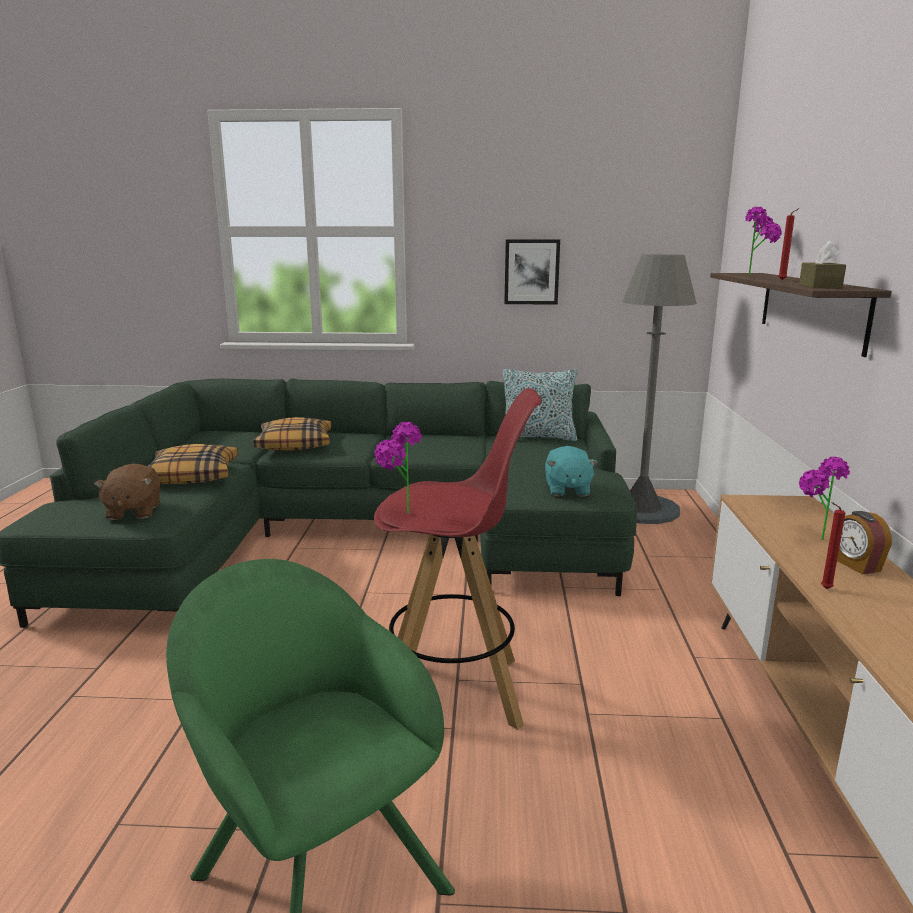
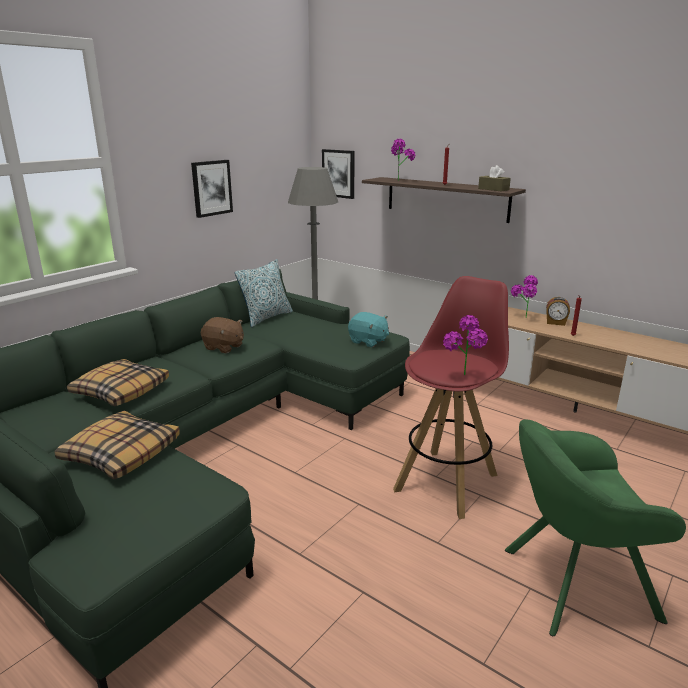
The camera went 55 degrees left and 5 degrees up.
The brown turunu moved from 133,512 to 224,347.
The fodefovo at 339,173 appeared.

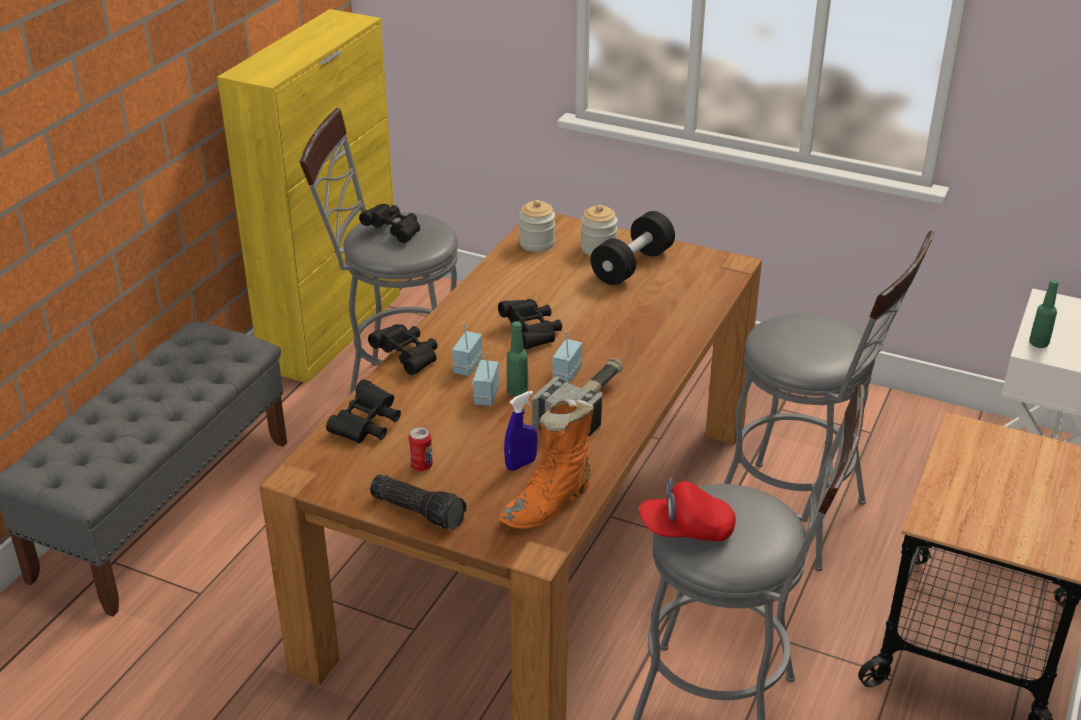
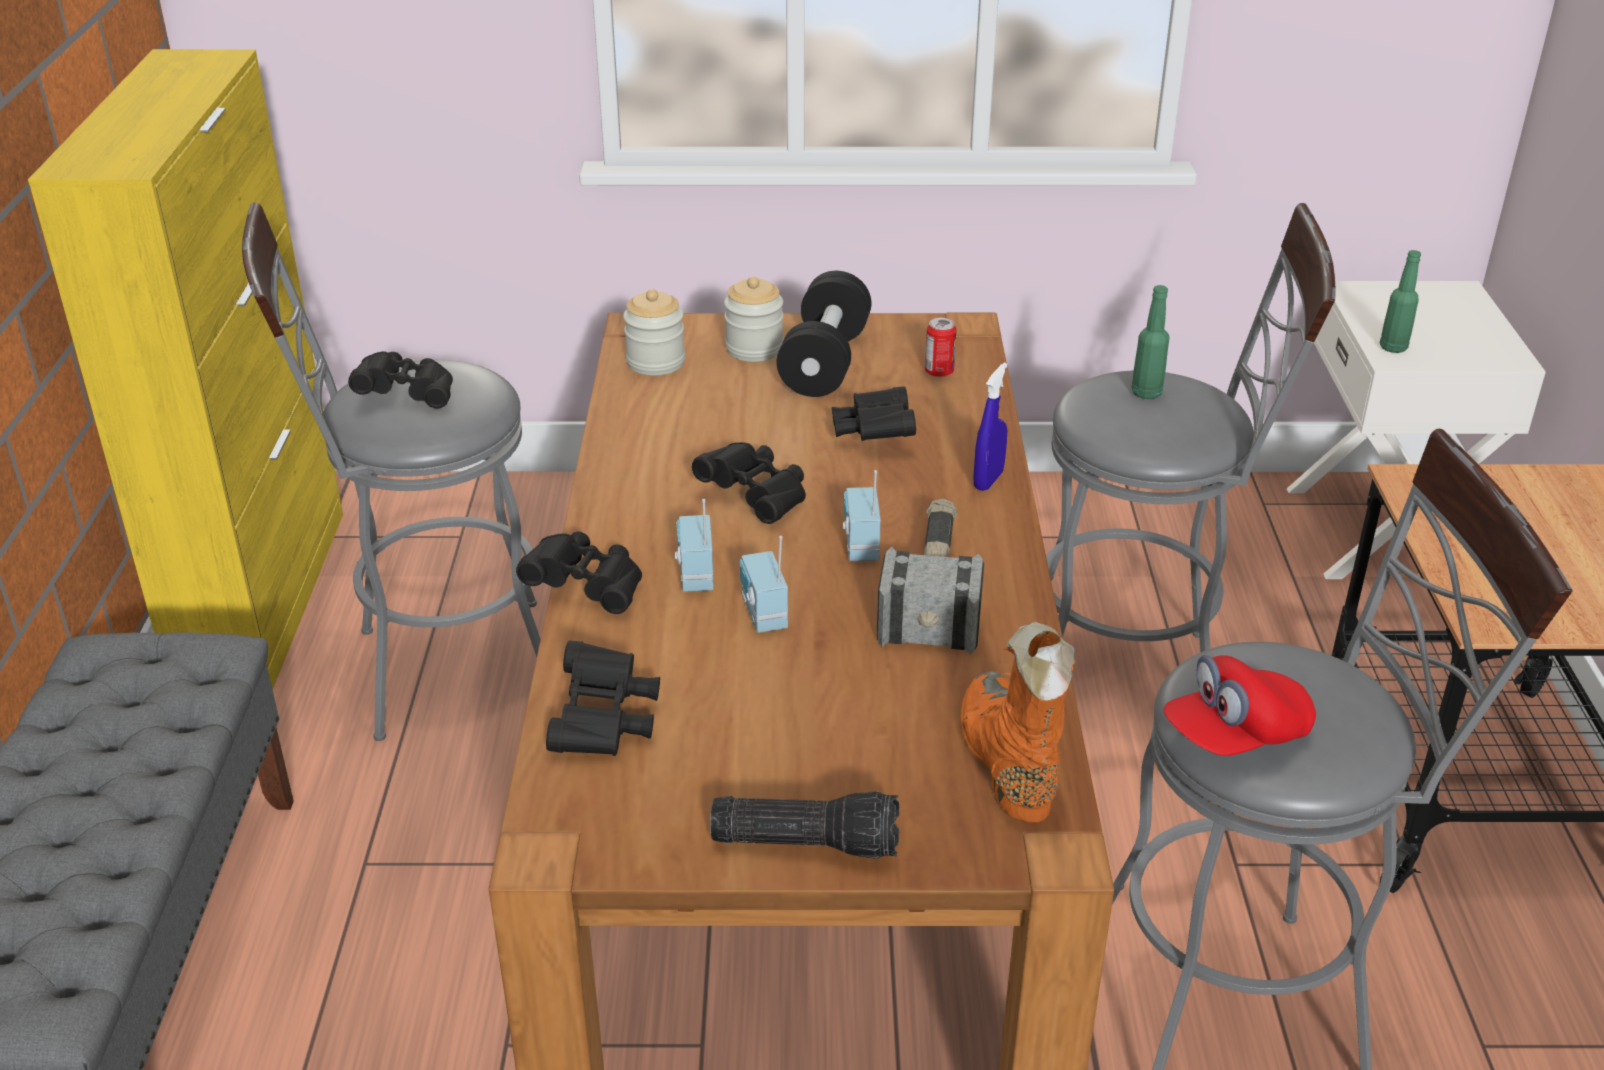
The camera went 25 degrees left and 0 degrees up.
The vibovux moved from 421,466 to 939,372.
The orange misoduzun at 549,504 turned 150 degrees clockwise.
The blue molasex moved from 521,464 to 988,480.
The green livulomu moved from 517,391 to 1146,393.
The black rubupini at 874,433 appeared.

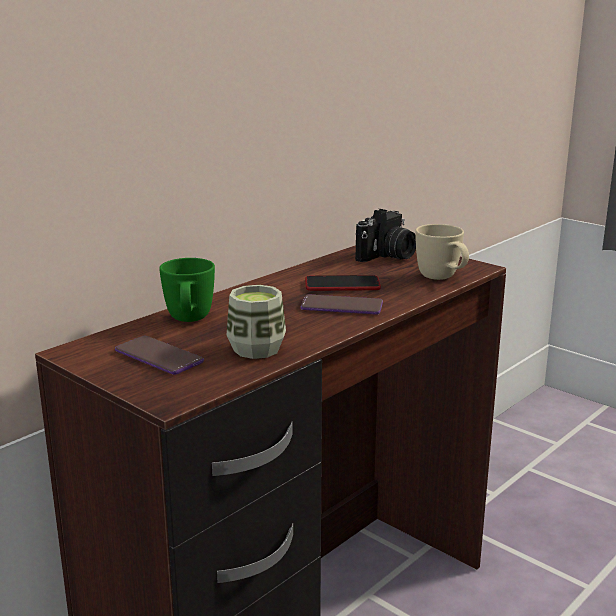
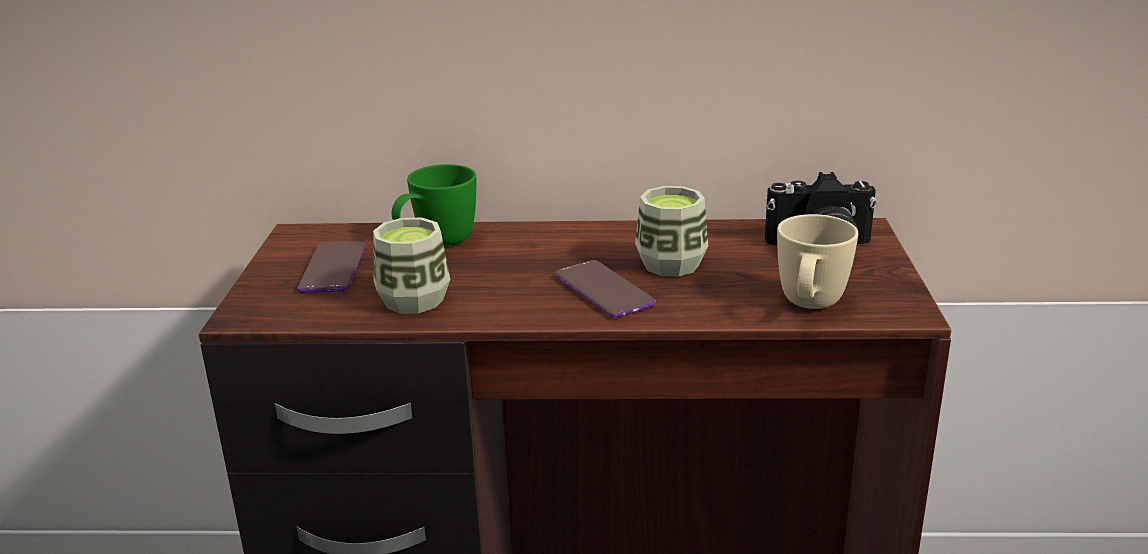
The camera went 50 degrees right and 5 degrees up.
The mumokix at 342,285 was replaced by the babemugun at 671,264.

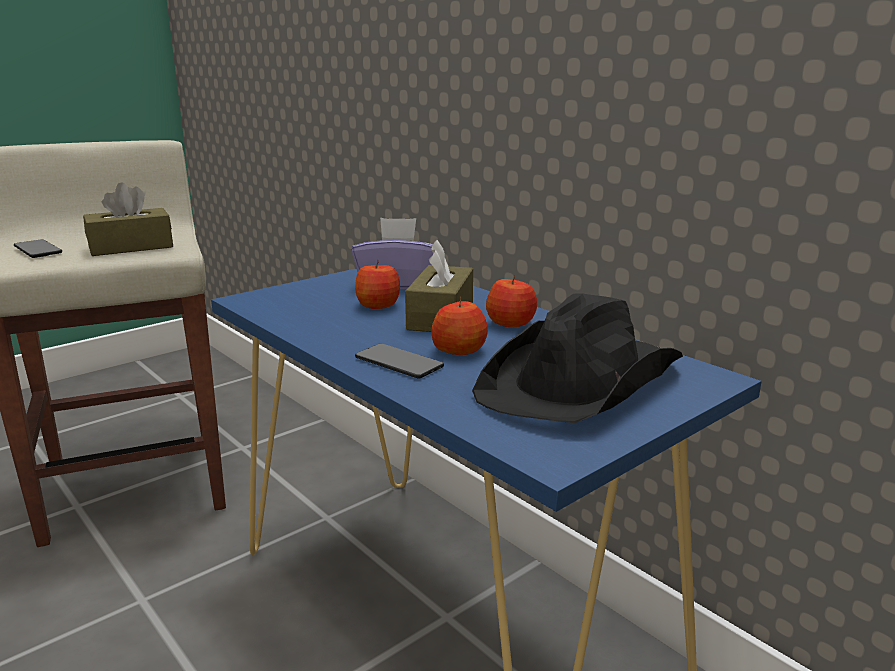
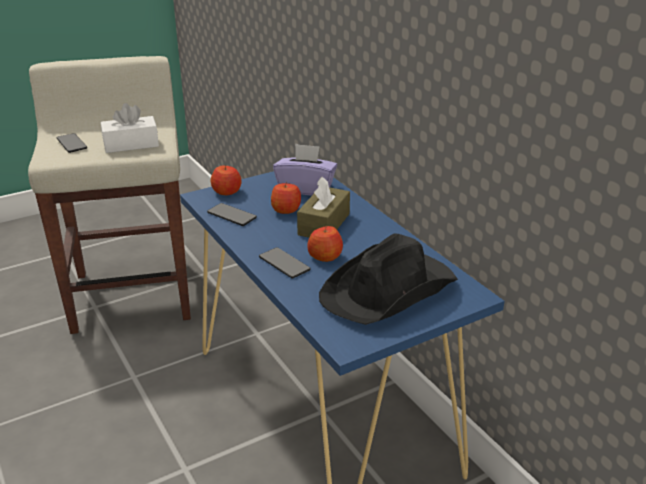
The camera went 10 degrees right and 10 degrees up.
The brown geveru at 131,247 became the white geveru at 131,144.
The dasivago moved from 511,323 to 227,192.
The mumokix at 231,215 appeared.

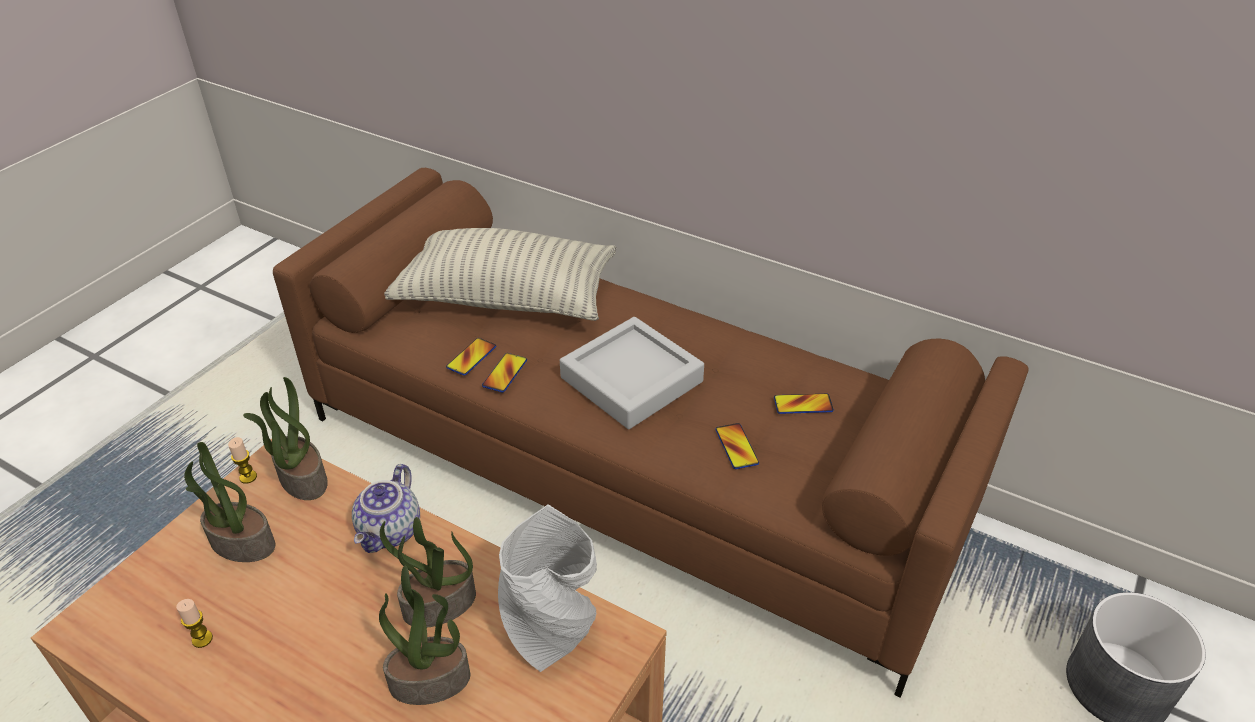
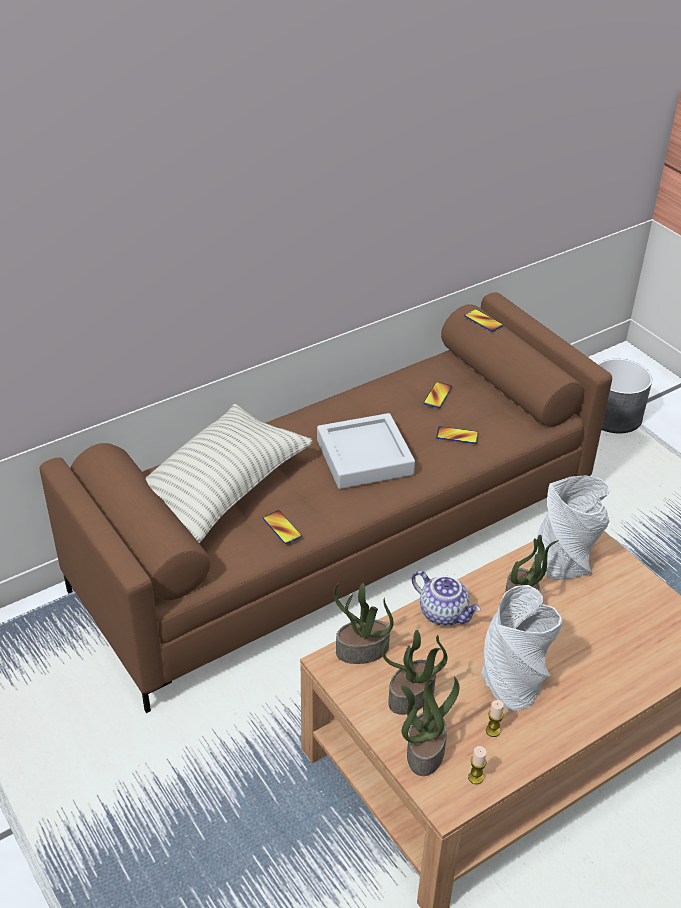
The camera went 65 degrees left and 0 degrees up.
The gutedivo moved from 248,477 to 475,777.
The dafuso moved from 431,680 to 424,750.
The mumokix moved from 505,373 to 483,321.
The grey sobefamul at 512,680 appeared.

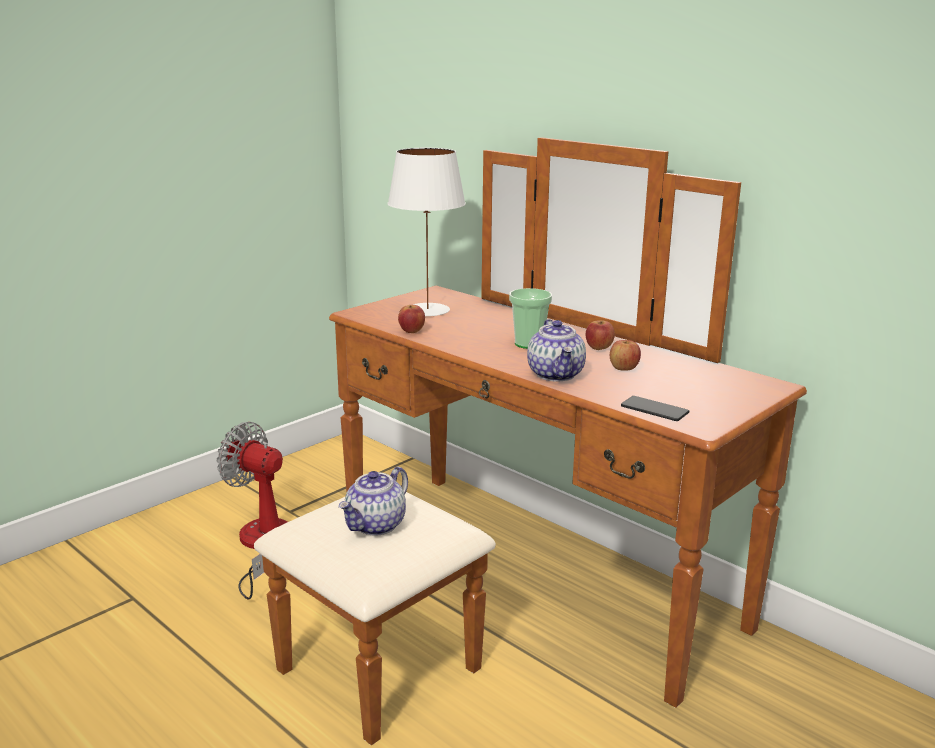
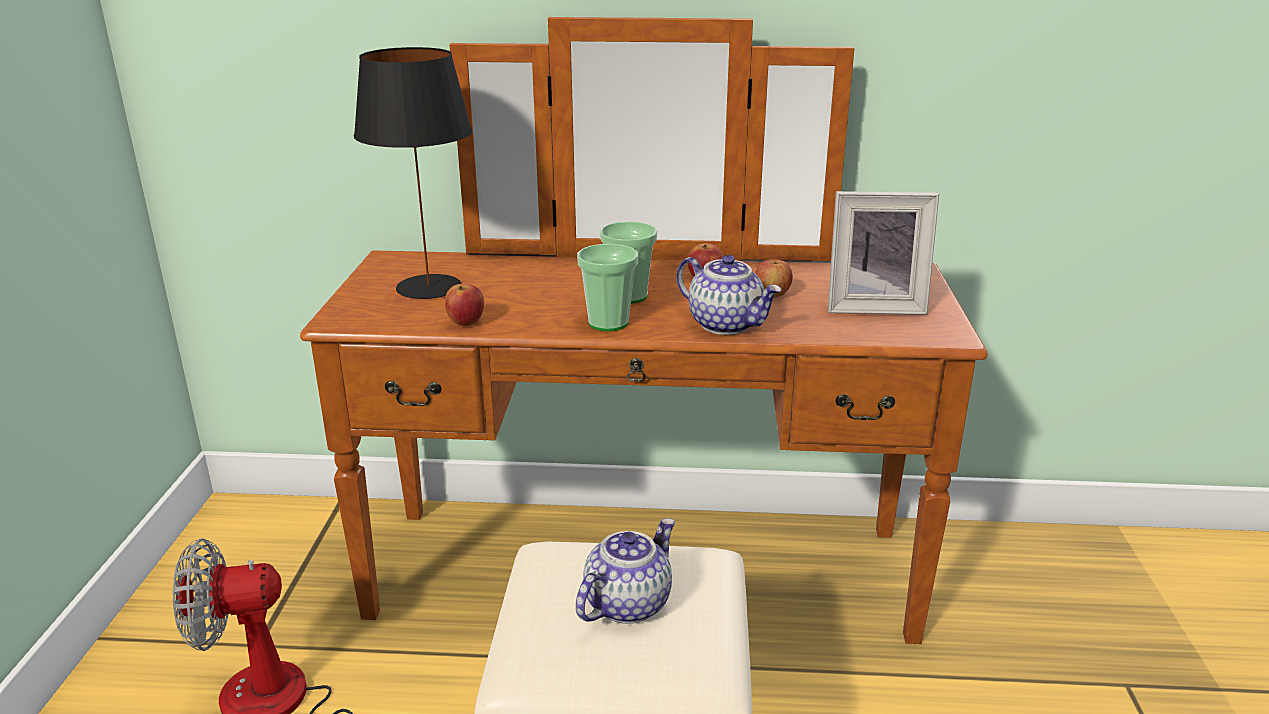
The camera went 40 degrees left and 5 degrees up.
The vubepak at 376,525 turned 135 degrees counterclockwise.
The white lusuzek at 428,310 became the black lusuzek at 430,287.
The mumokix at 654,410 disappeared.
The babemugun at 608,323 appeared.
The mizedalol at 874,306 appeared.

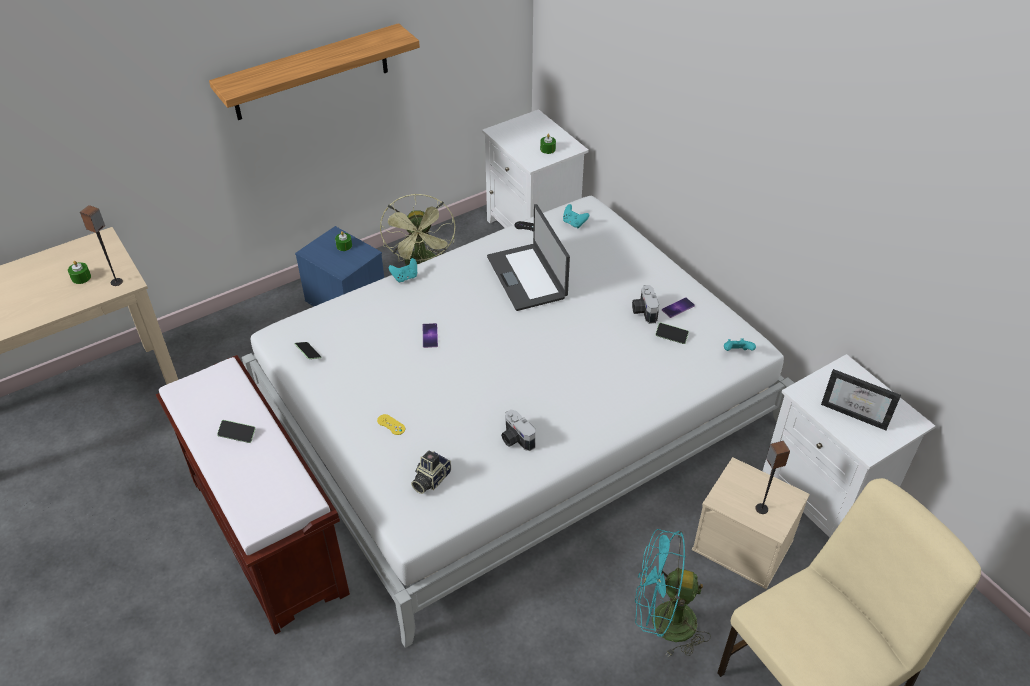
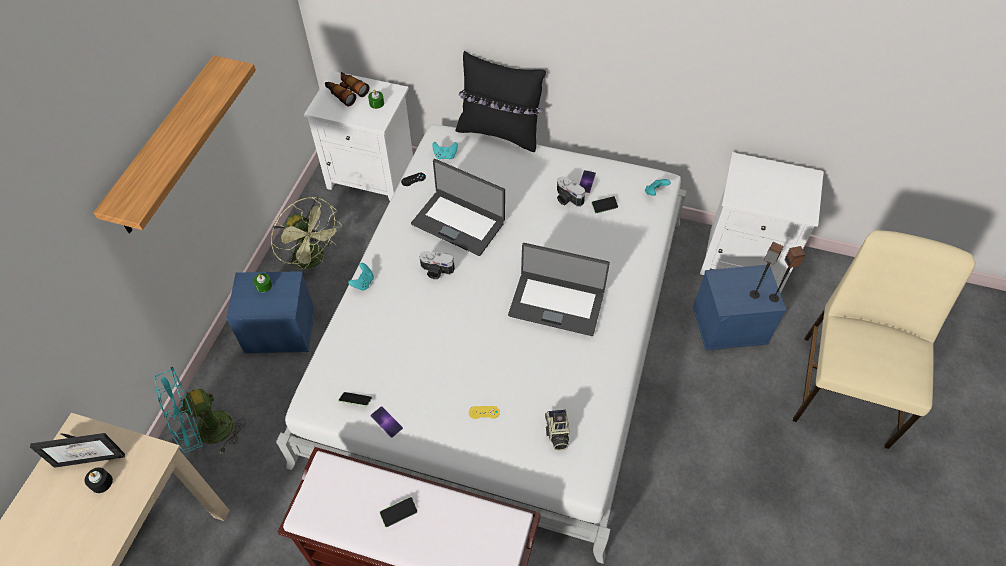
The camera went 40 degrees left and 10 degrees up.
The green gutedivo at 81,277 became the black gutedivo at 101,482.
The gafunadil moved from 116,282 to 774,298.
The mumokix moved from 430,335 to 386,422.
The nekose moved from 515,439 to 436,271.
The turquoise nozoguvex moved from 663,622 to 207,433.
The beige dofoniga at 744,545 became the blue dofoniga at 730,323.
The mizedalol moved from 857,412 to 92,454.
The rubupini at 346,92 appeared.
The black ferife at 500,133 appeared.
The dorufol at 556,303 appeared.

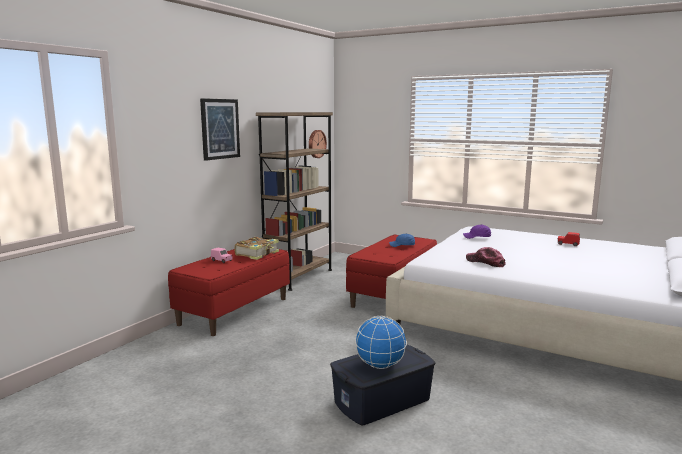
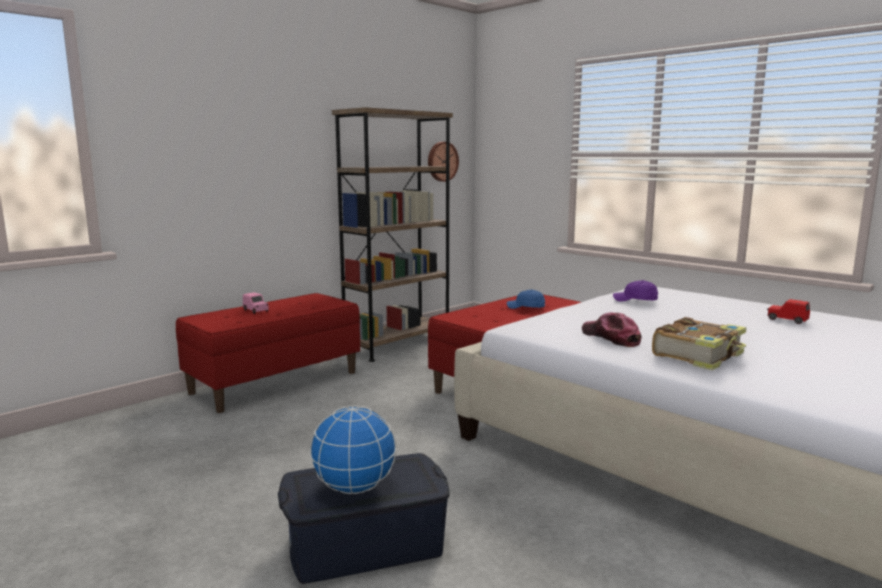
The camera went 15 degrees right and 0 degrees up.
The fodefovo at 220,129 disappeared.
The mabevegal moved from 257,254 to 699,355.

